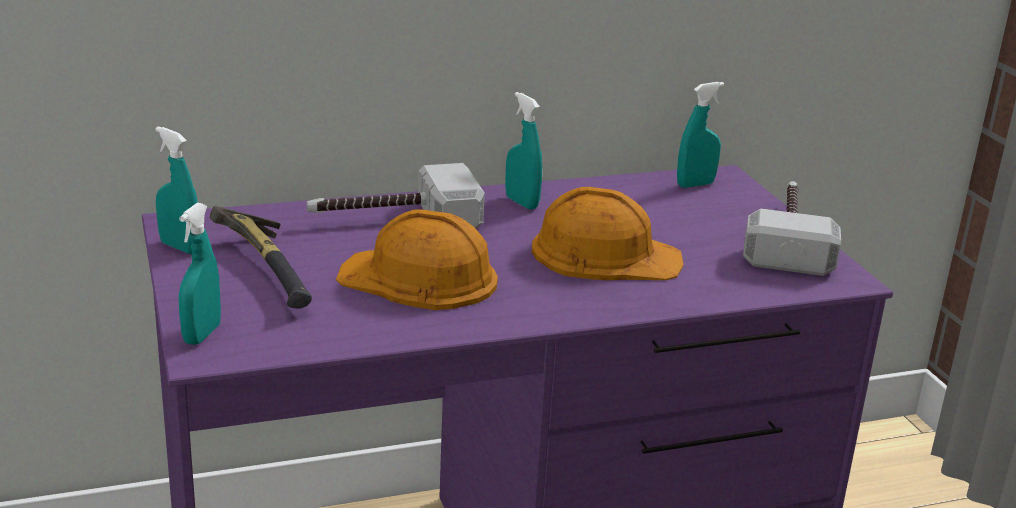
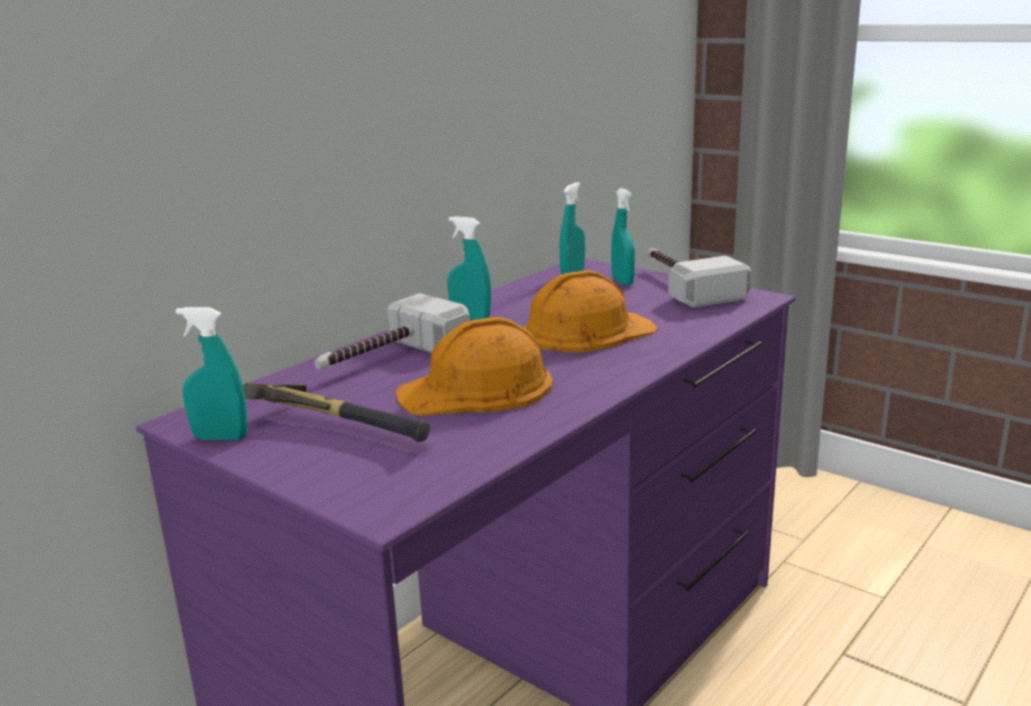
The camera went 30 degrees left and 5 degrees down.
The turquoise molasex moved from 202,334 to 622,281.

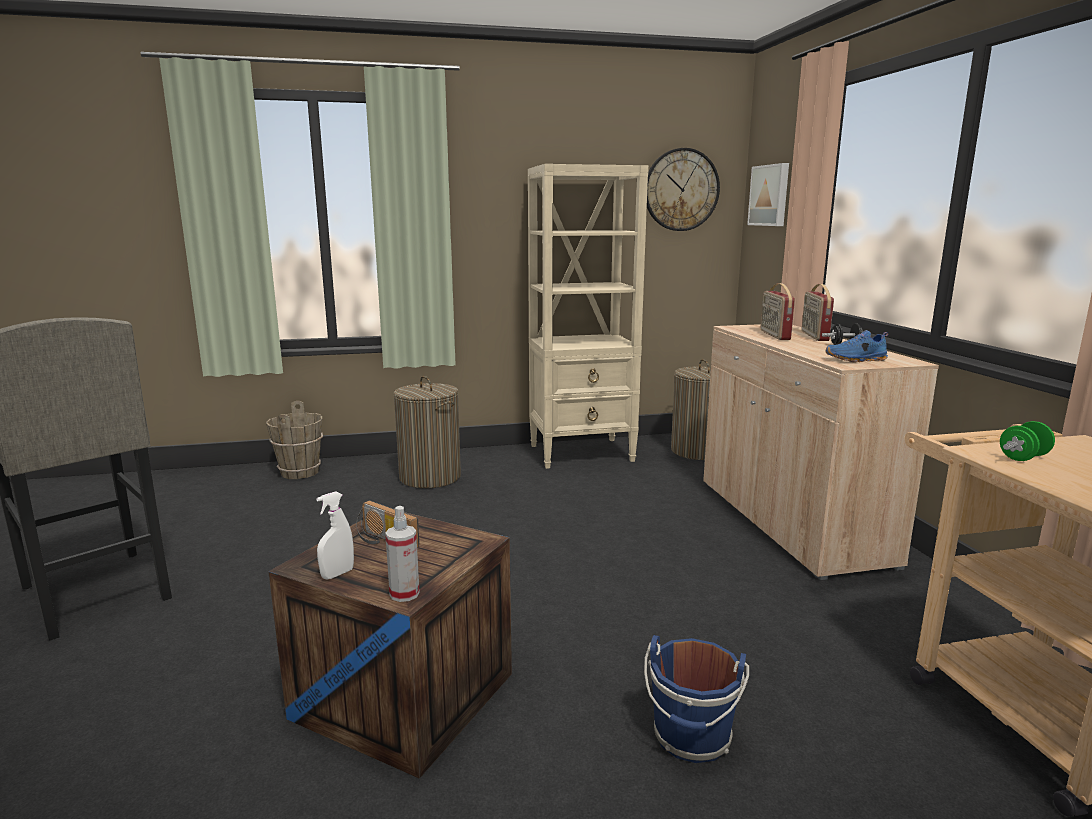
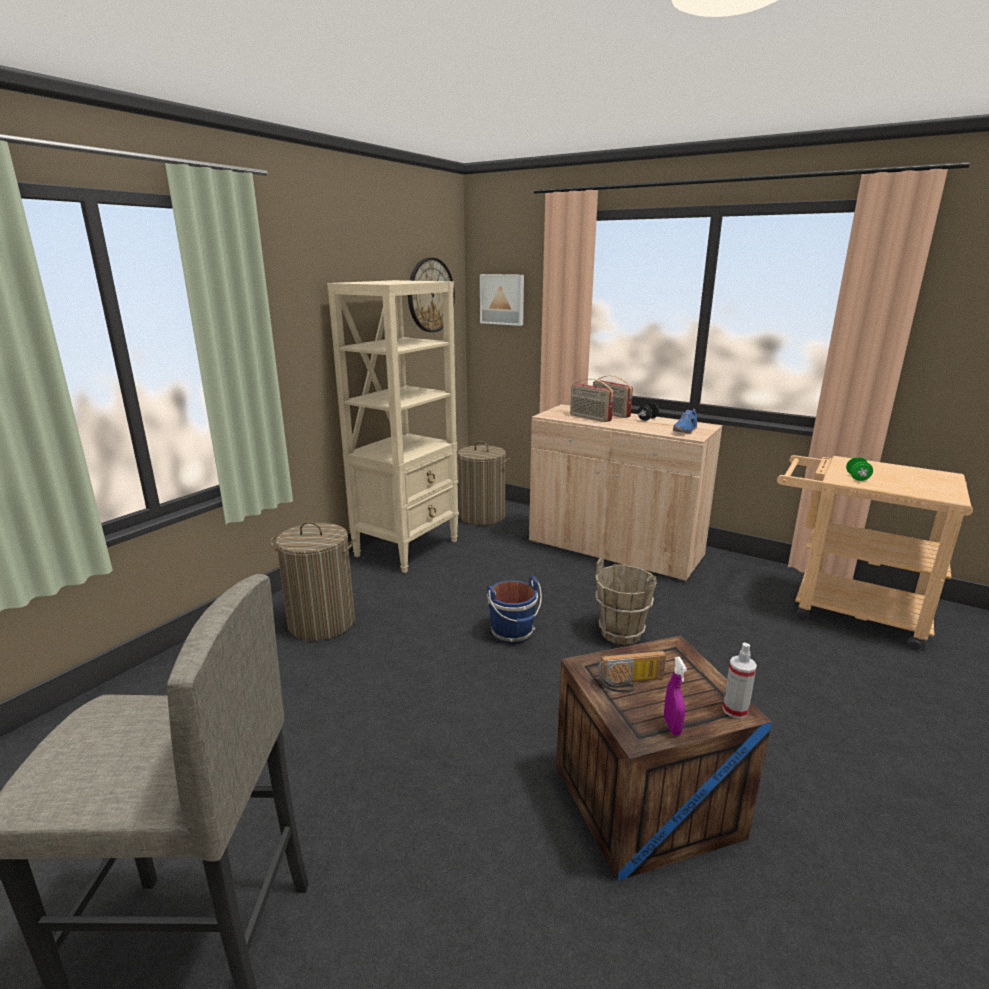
The camera went 45 degrees left and 5 degrees up.
The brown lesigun moved from 300,472 to 621,633.
The white molasex at 337,574 became the purple molasex at 672,726.
The blue lesigun moved from 692,738 to 513,633.

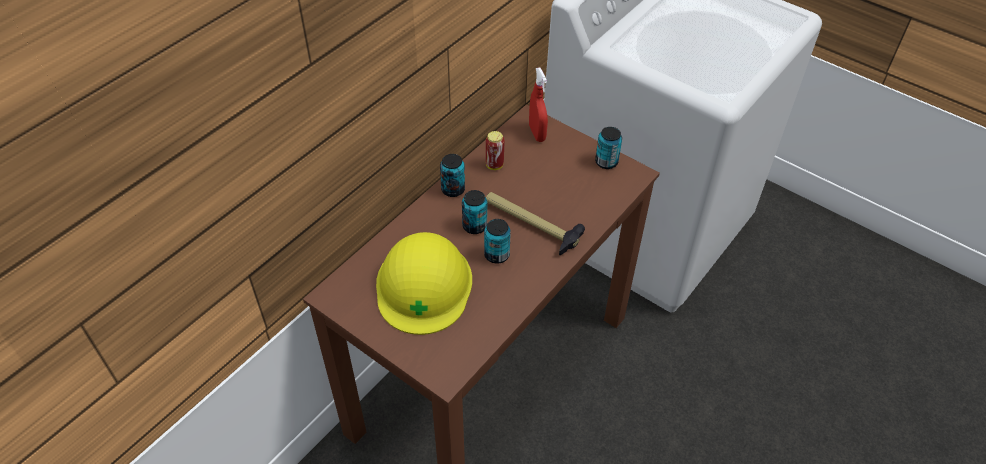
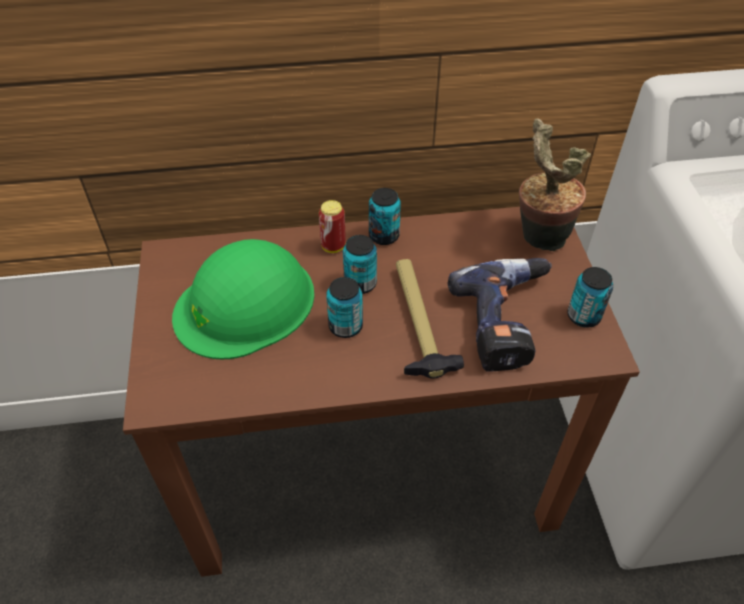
The camera went 45 degrees right and 0 degrees up.
The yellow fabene at 424,285 became the green fabene at 245,303.
The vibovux moved from 494,165 to 333,246.
The red molasex at 537,133 was replaced by the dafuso at 538,237.
The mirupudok at 508,321 appeared.

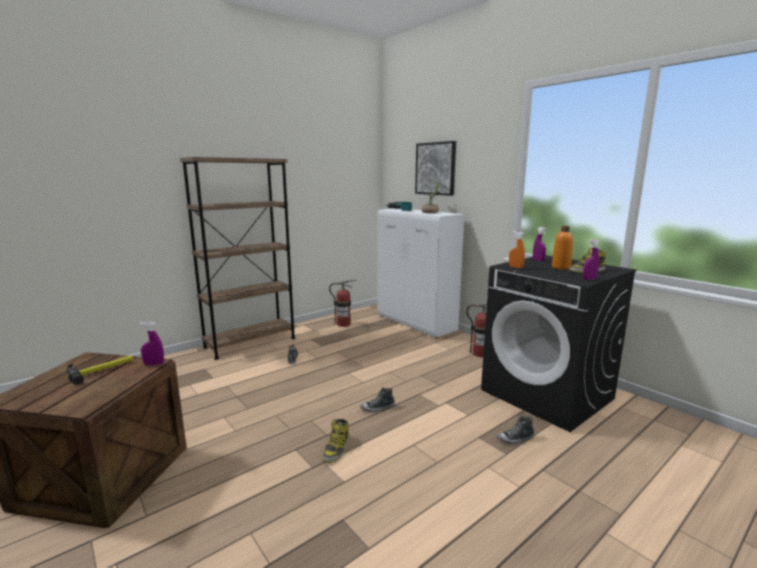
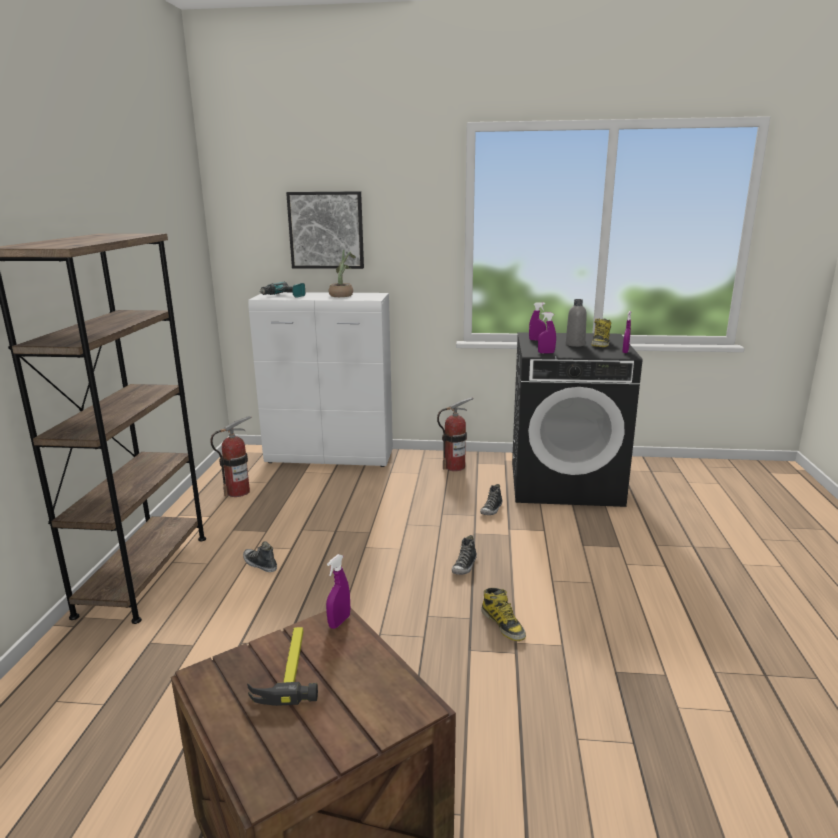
The camera went 45 degrees left and 5 degrees up.
The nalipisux moved from 515,439 to 491,509.
The orange molasex at 515,267 became the purple molasex at 546,353.
The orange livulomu at 561,267 became the grey livulomu at 575,344.

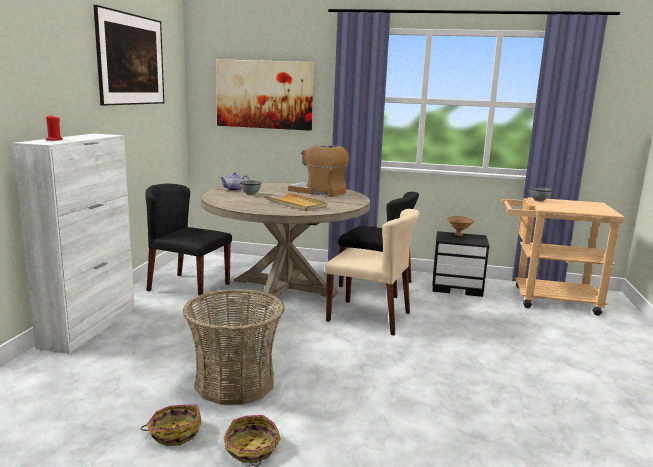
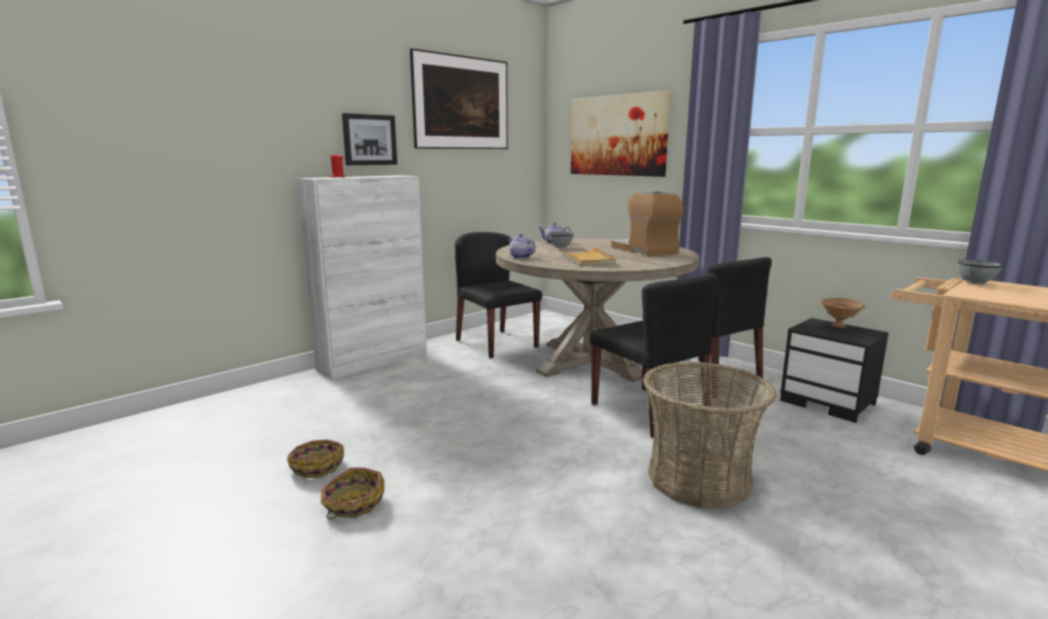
The camera went 35 degrees right and 0 degrees up.
The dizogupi moved from 235,382 to 699,479.
The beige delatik at 369,317 became the black delatik at 650,411.
The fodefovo at 369,140 appeared.
The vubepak at 520,257 appeared.

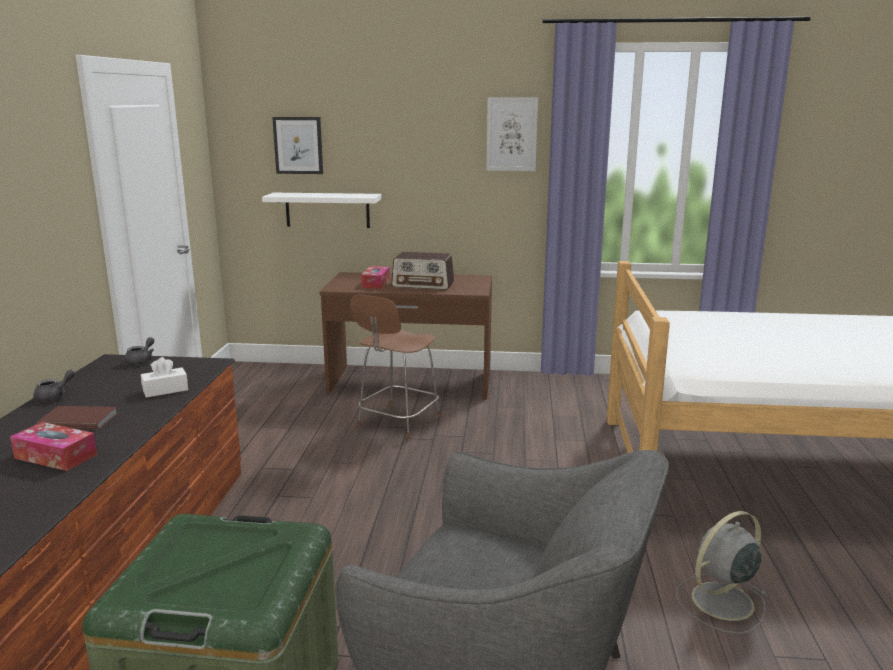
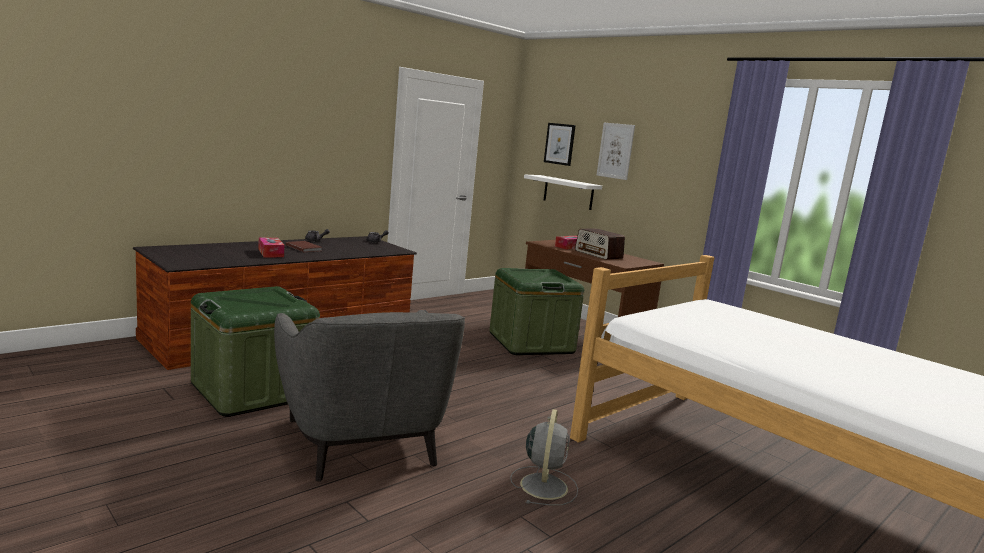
The camera went 40 degrees right and 5 degrees down.
The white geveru at 165,390 disappeared.
The brown delatik at 397,423 was replaced by the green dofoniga at 531,343.
The fodefovo moved from 511,134 to 615,151.
The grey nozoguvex at 720,602 turned 90 degrees clockwise.

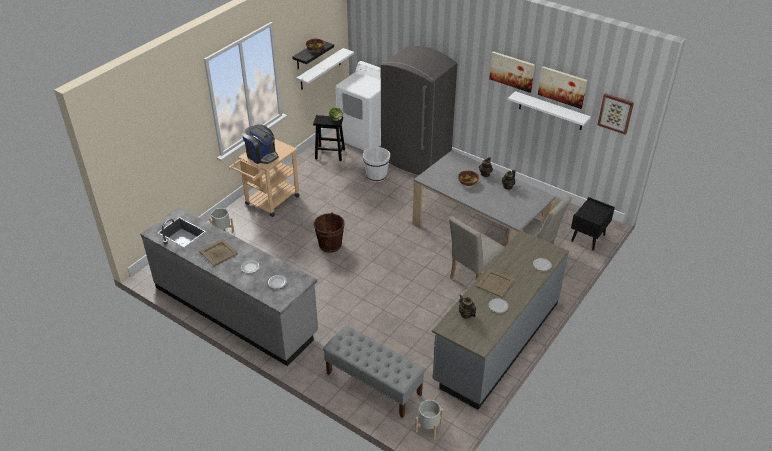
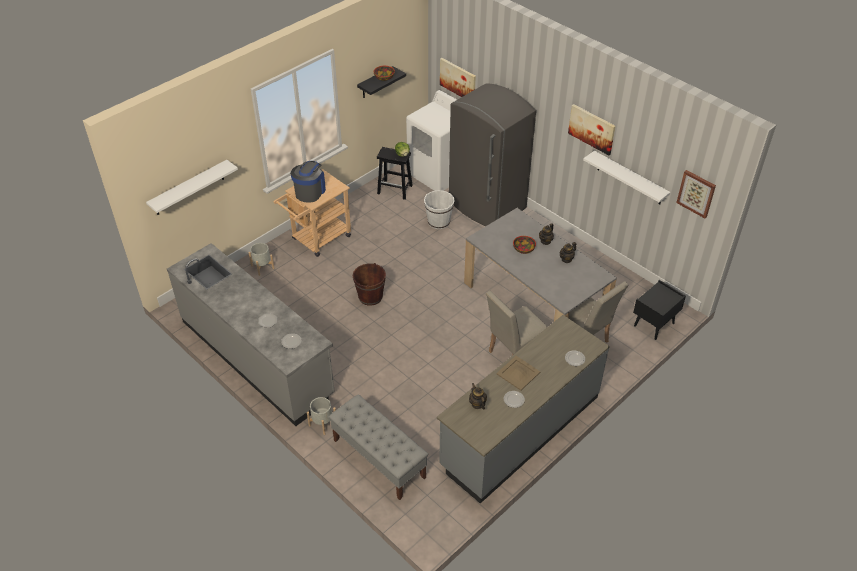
The camera went 10 degrees right and 5 degrees up.
The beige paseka at 218,252 disappeared.
The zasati at 261,155 turned 120 degrees counterclockwise.
The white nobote moved from 320,69 to 189,188.
The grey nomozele moved from 428,427 to 323,423.
The fodefovo moved from 562,86 to 458,79.

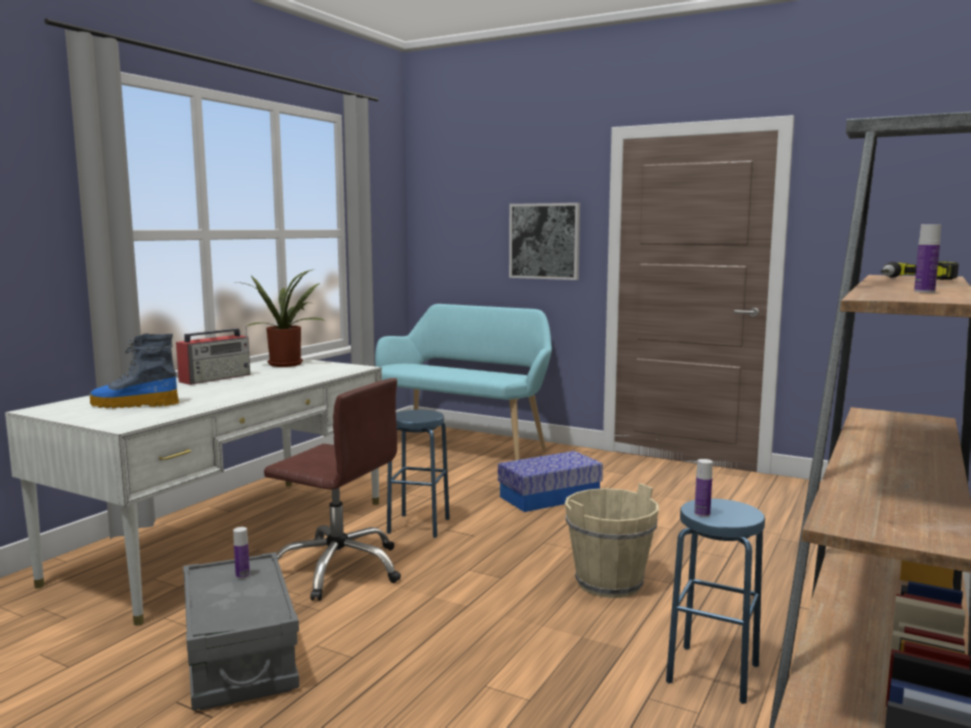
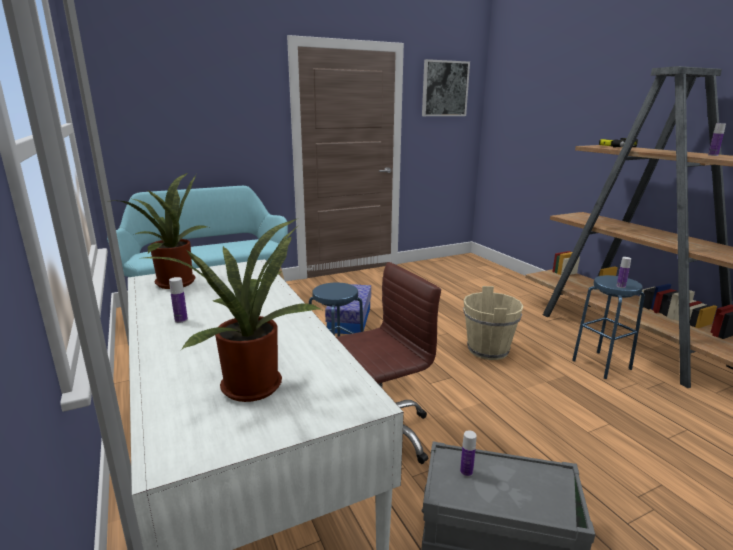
The camera went 55 degrees left and 10 degrees up.
The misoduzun at 133,405 was replaced by the dafuso at 251,383.
The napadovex at 216,378 was replaced by the livulomu at 181,320.
The fodefovo moved from 544,241 to 444,88.

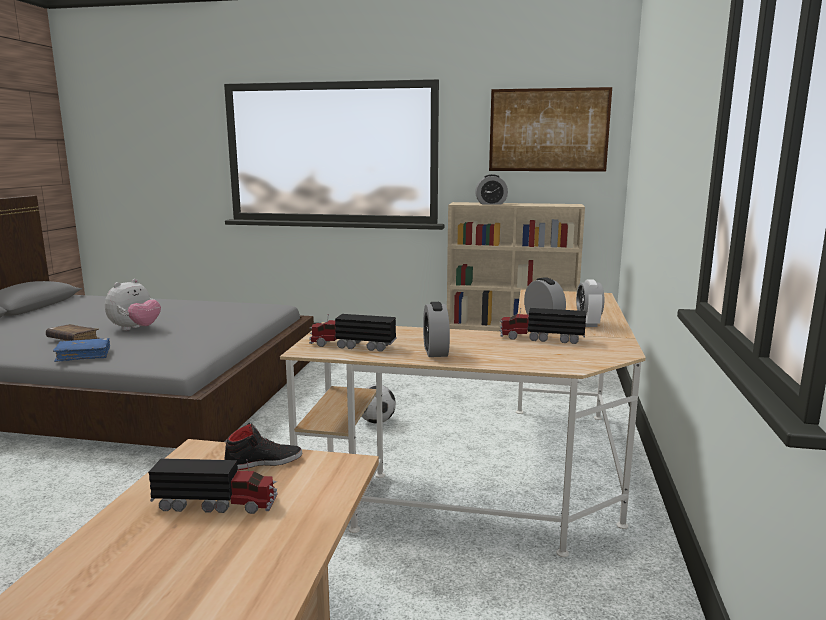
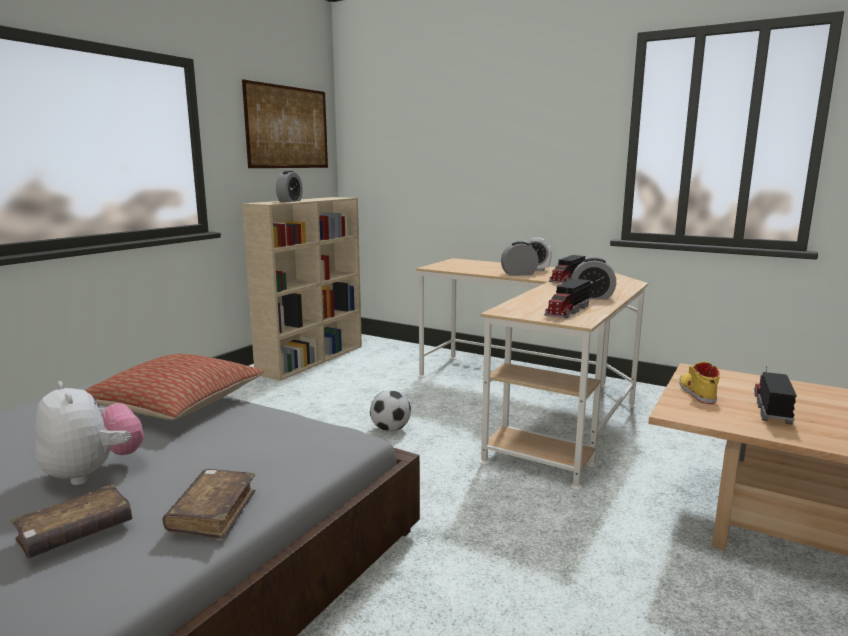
The camera went 70 degrees left and 0 degrees up.
The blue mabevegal at 83,355 became the brown mabevegal at 213,513.
The black nalipisux at 263,461 became the yellow nalipisux at 696,392.
The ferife at 176,405 appeared.

